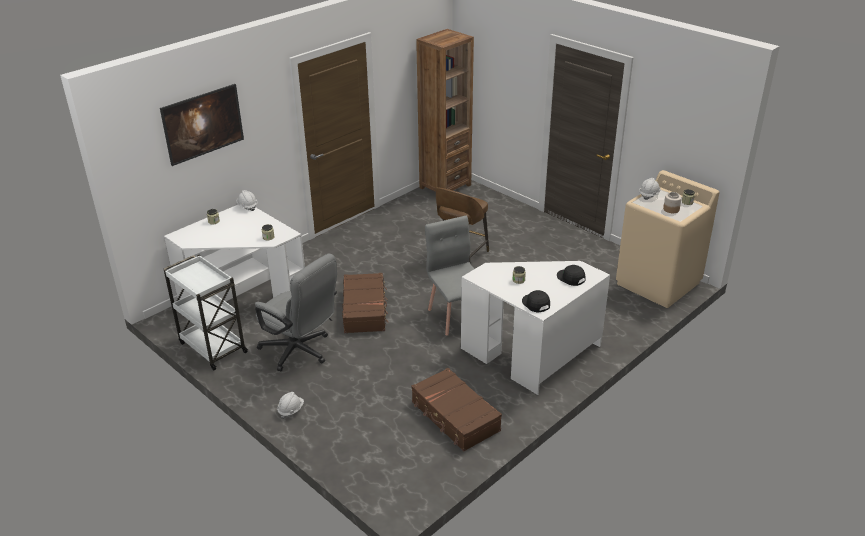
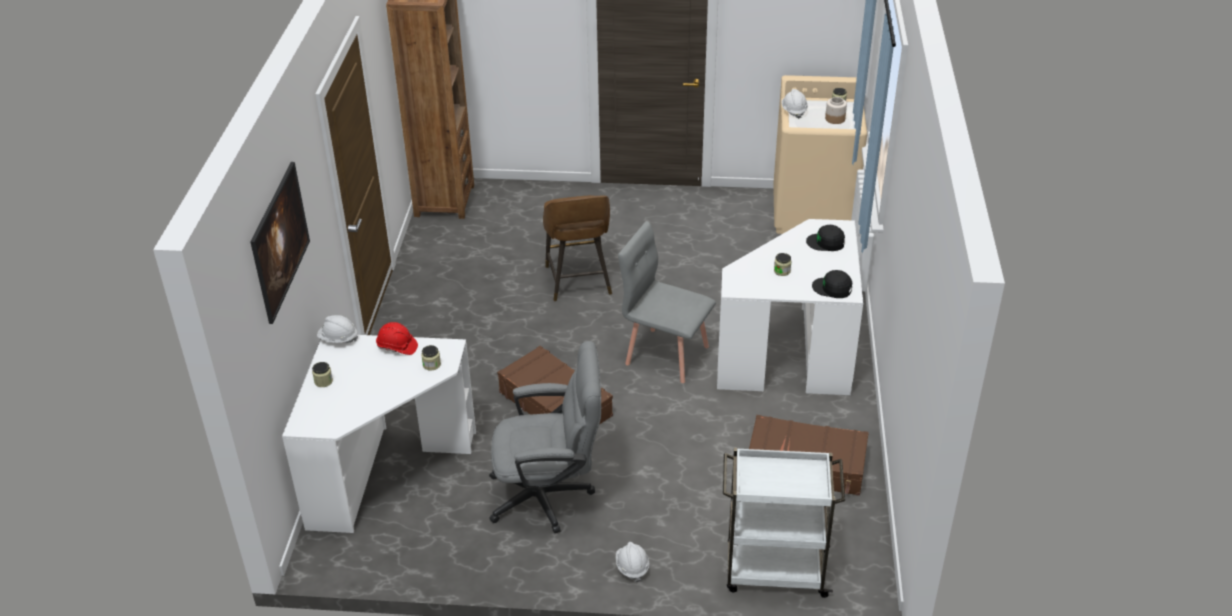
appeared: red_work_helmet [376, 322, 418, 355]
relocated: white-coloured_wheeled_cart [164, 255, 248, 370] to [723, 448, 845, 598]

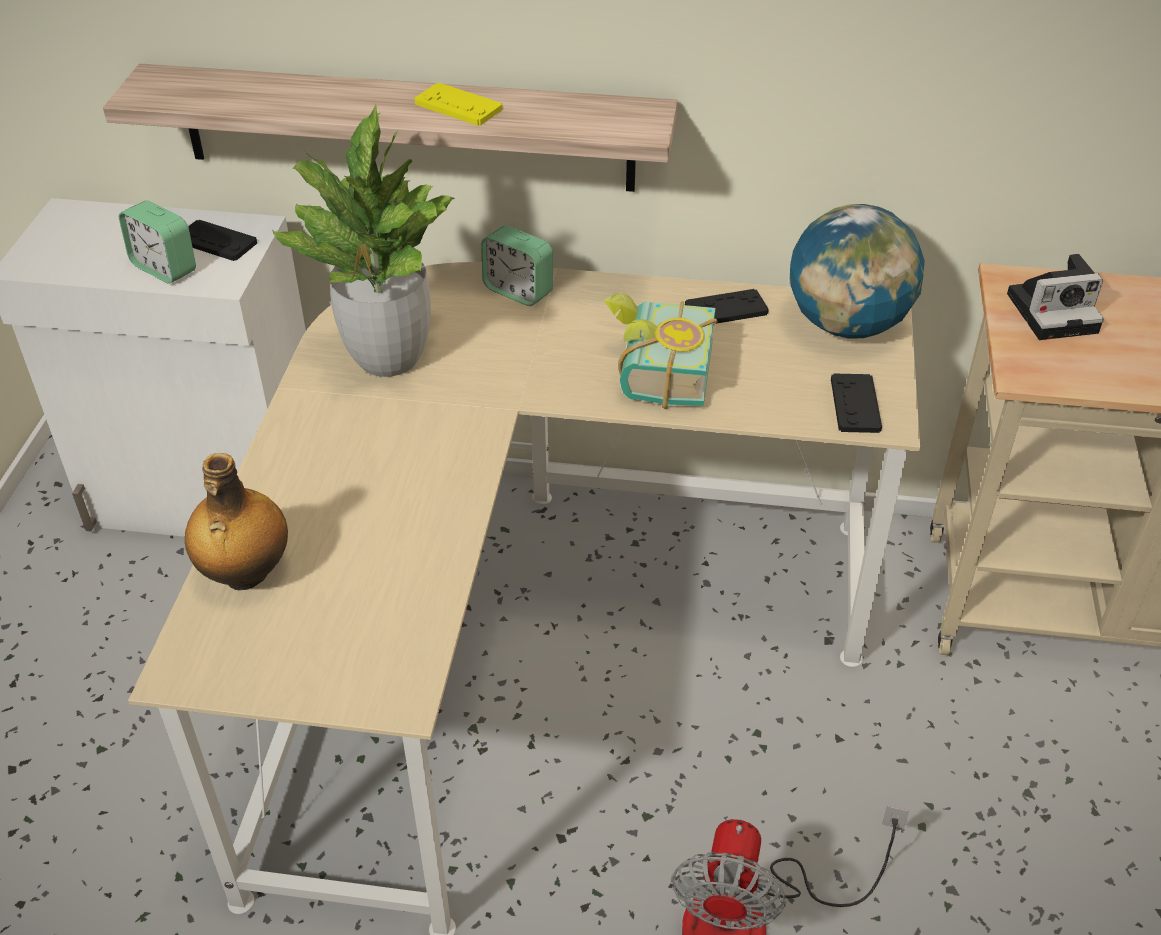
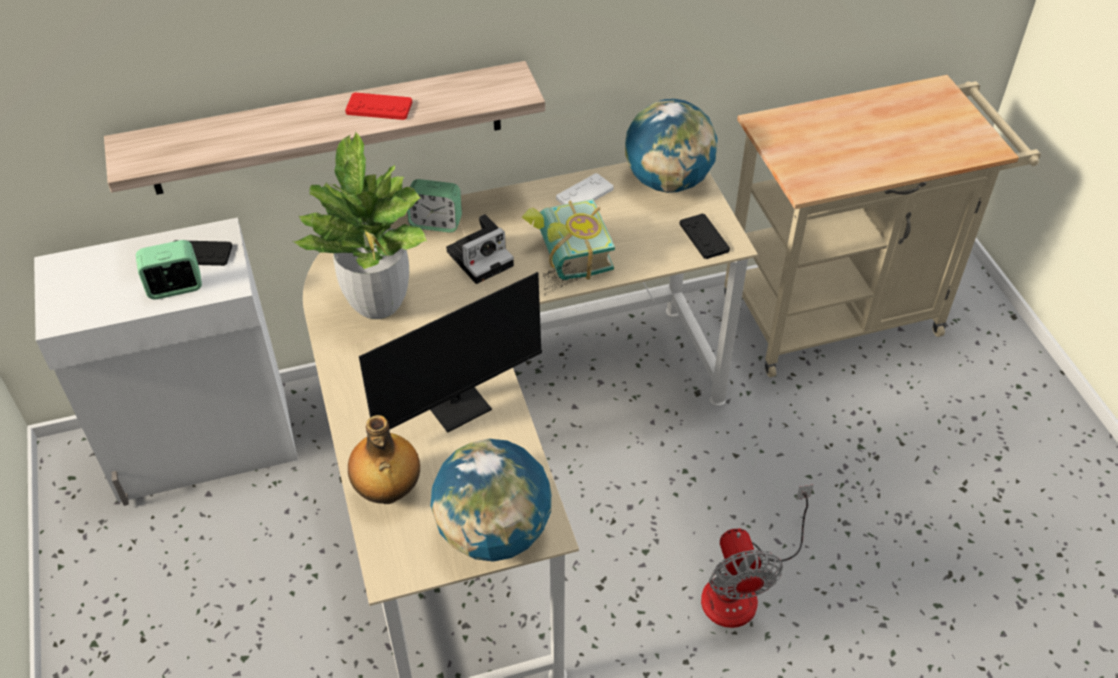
appeared: monitor [359, 262, 591, 433]; desk_globe [431, 439, 551, 562]
relocated: still_camera [1007, 254, 1104, 340] to [446, 214, 514, 284]
colour: yellowish_gamepad [414, 83, 502, 126] to red_gamepad [345, 92, 412, 120]; blackish_gamepad [685, 289, 769, 324] to white-coloured_gamepad [556, 173, 614, 205]
spun: table_clock [119, 200, 196, 284] = [136, 240, 202, 299] 150 degrees clockwise

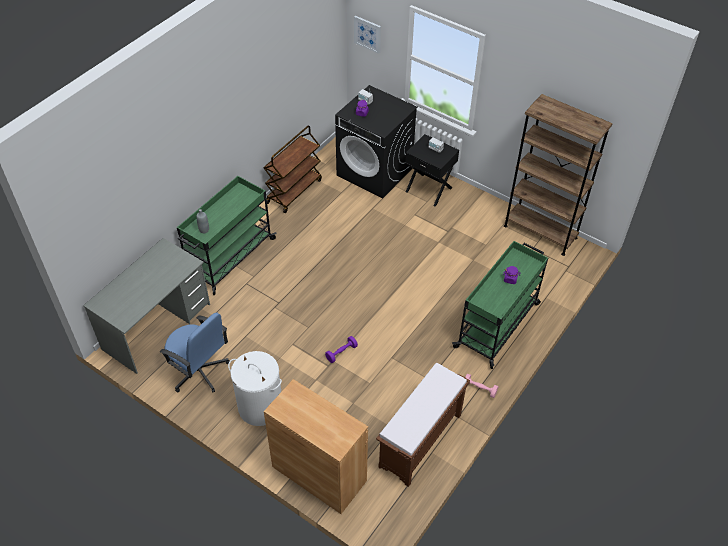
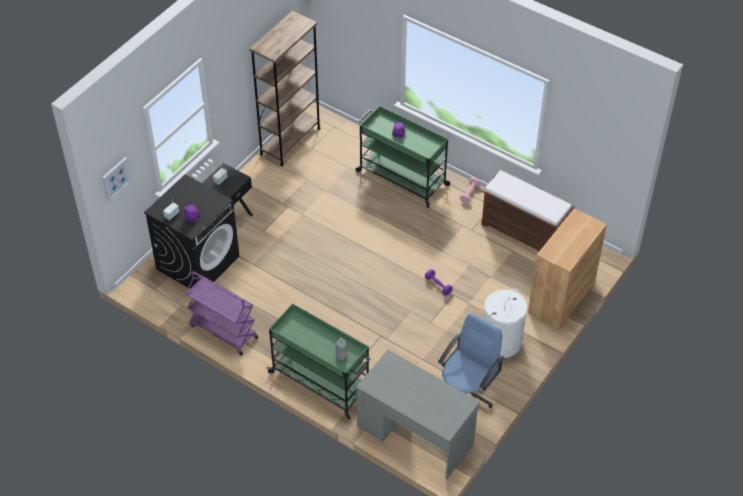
colour: brown-coloured_wheeled_cart [264, 126, 322, 213] to purplish_wheeled_cart [185, 271, 258, 355]

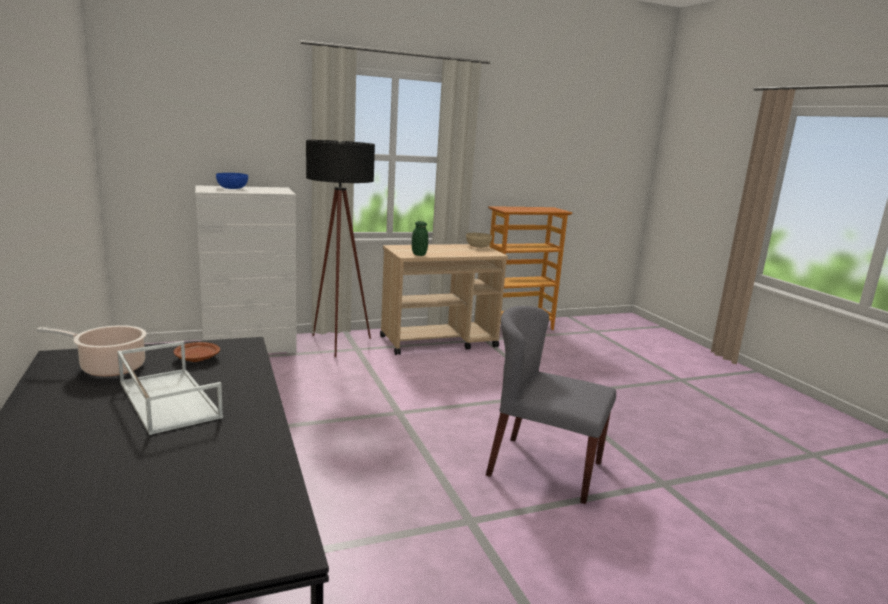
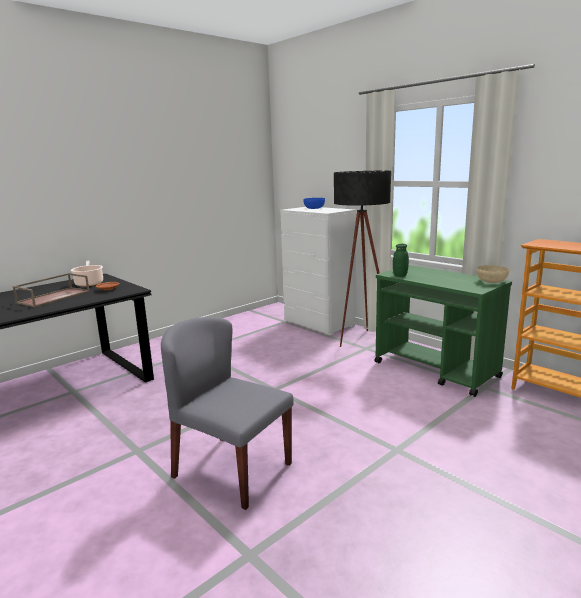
colour: beige-coloured_wheeled_cart [380, 244, 508, 355] to greenish_wheeled_cart [374, 265, 512, 397]; white-coloured_tray [117, 341, 223, 435] to brown-coloured_tray [12, 273, 90, 307]
spun: gray_upright_chair [486, 306, 616, 504] = [161, 317, 294, 510] 60 degrees counterclockwise

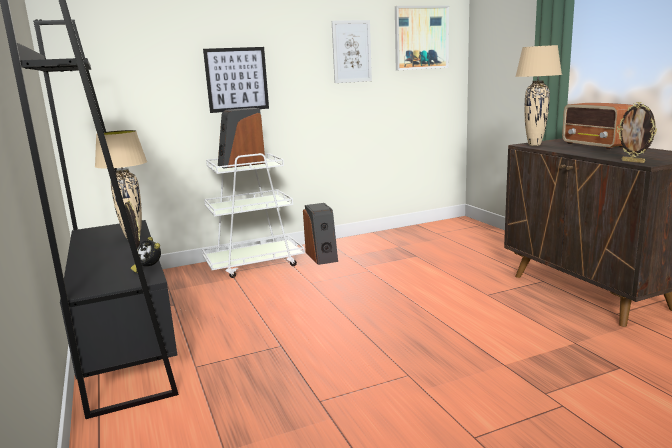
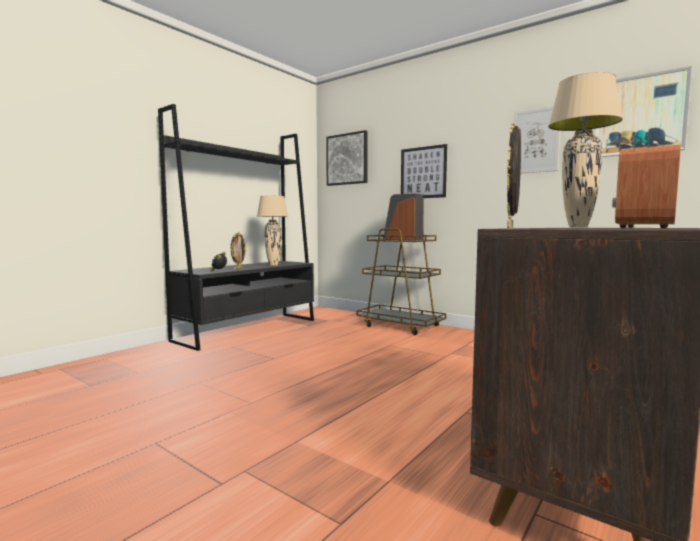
missing: speaker [303, 203, 338, 265]
appeared: wall_picture [326, 130, 368, 186]
colour: white-coloured_wheeled_cart [202, 153, 305, 278] to brown-coloured_wheeled_cart [357, 228, 446, 335]

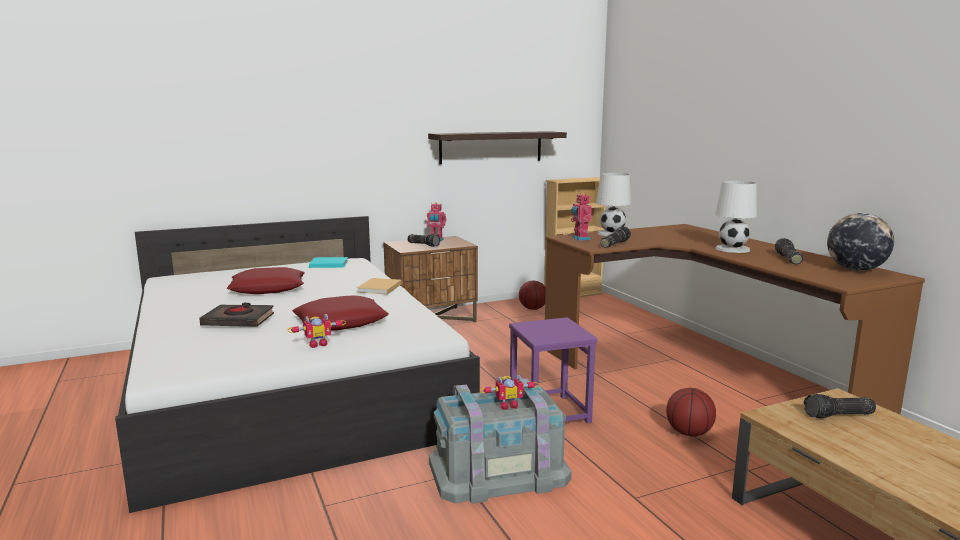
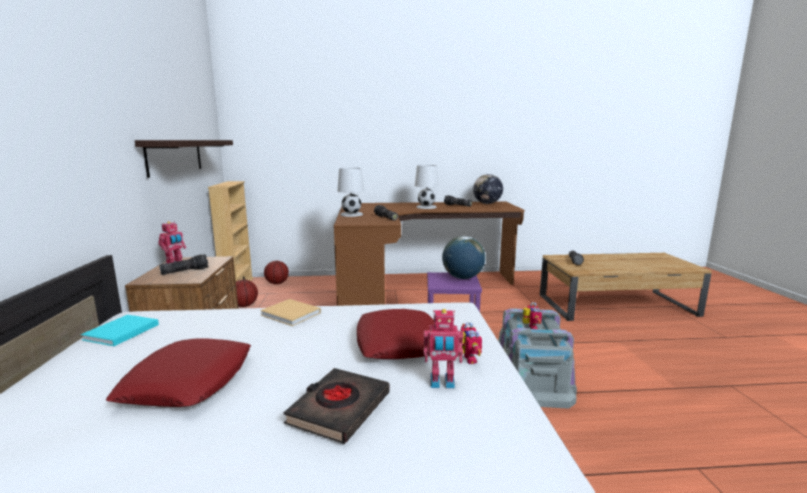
appeared: desk_globe [442, 236, 485, 279]
relocated: robot_figure [571, 193, 592, 241] to [423, 309, 464, 388]; ball_for_basketball [666, 388, 716, 437] to [264, 261, 289, 284]

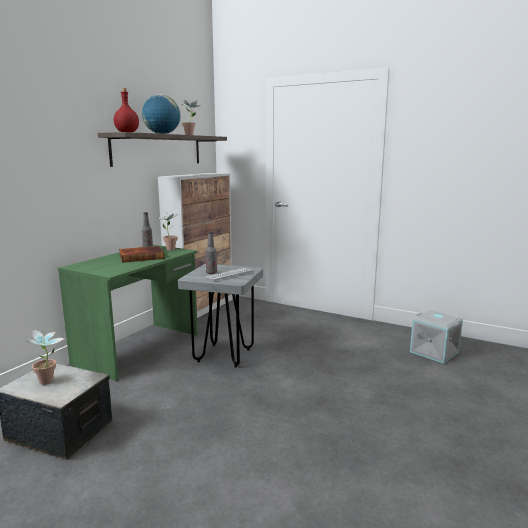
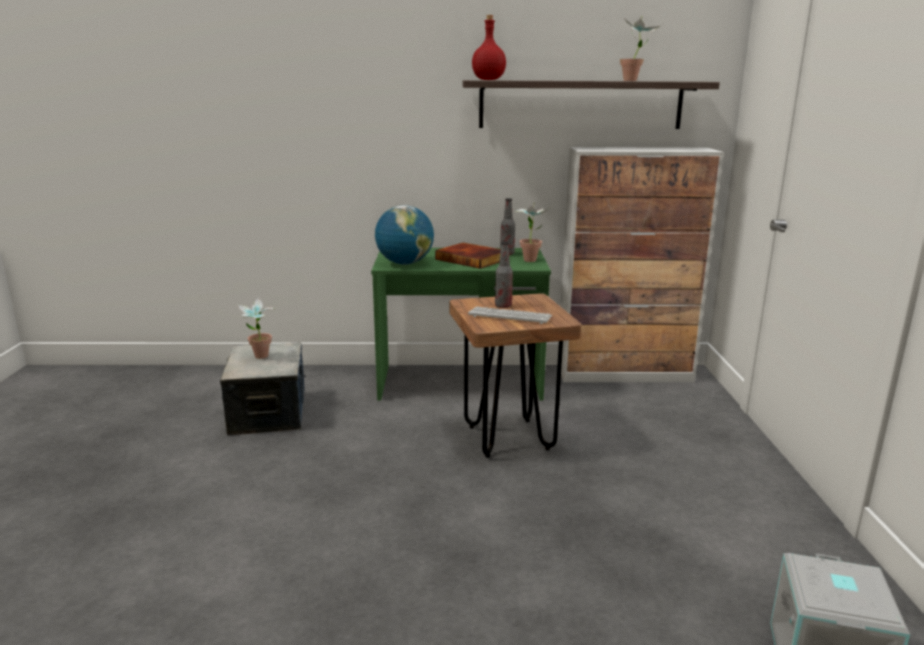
relocated: desk_globe [142, 94, 180, 134] to [375, 205, 434, 265]
colour: gray_sitting_stool [178, 264, 263, 368] to brown-coloured_sitting_stool [450, 293, 581, 458]

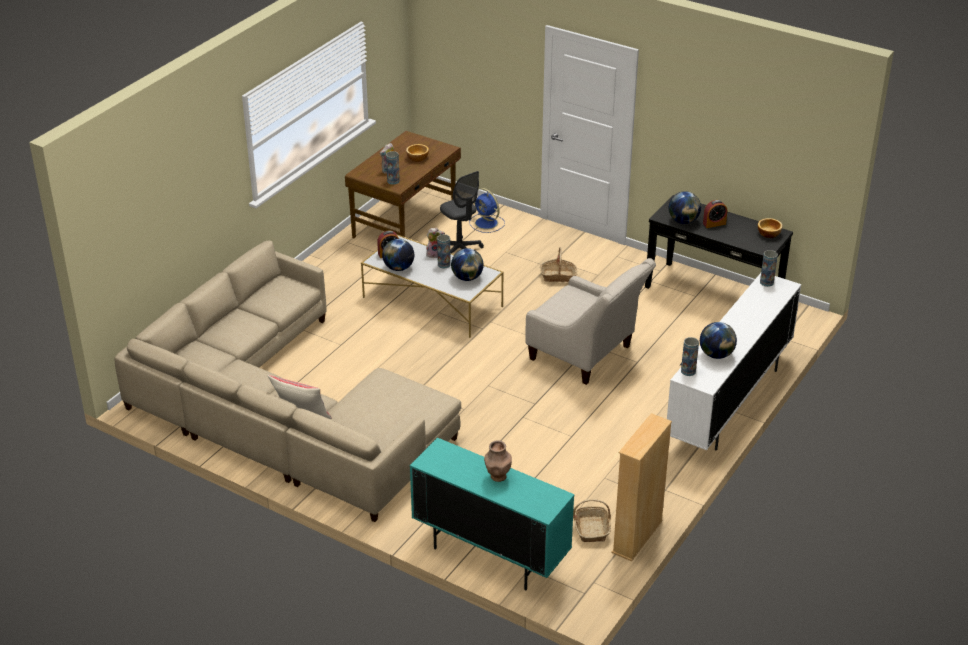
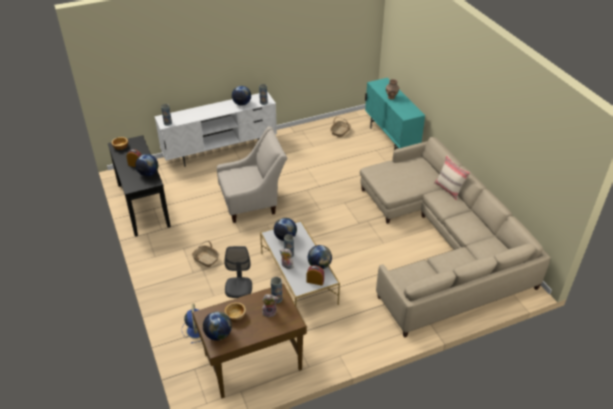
missing: beige-coloured_bookshelf [611, 413, 672, 561]
appeared: desk_globe [203, 311, 232, 341]
spun: beige-coloured_lounge_chair [525, 258, 656, 385] = [217, 126, 287, 223] 90 degrees clockwise

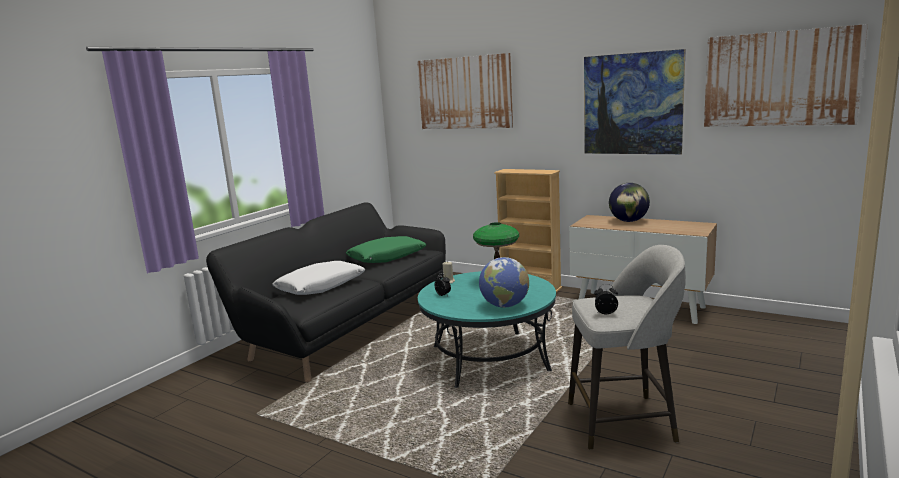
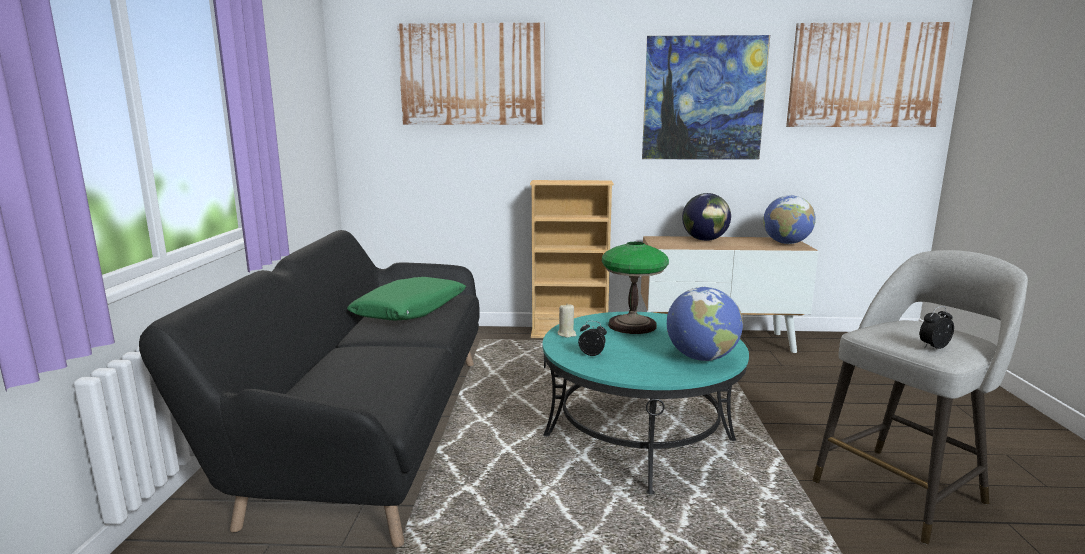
missing: white-coloured_pillow [272, 261, 366, 295]
appeared: desk_globe [763, 195, 816, 244]

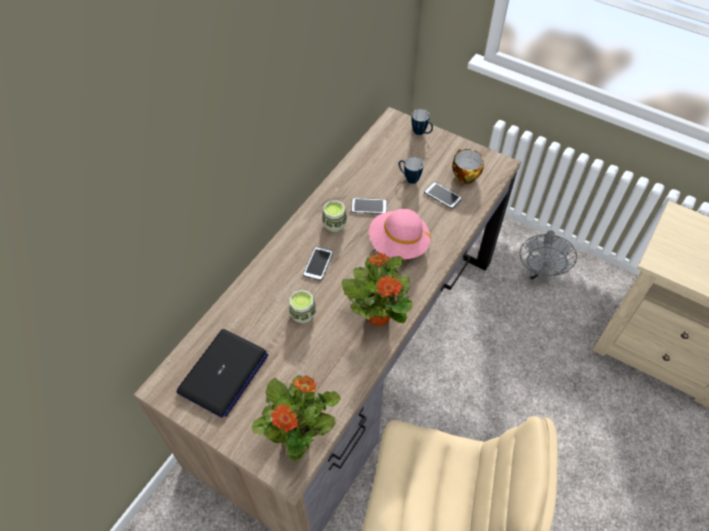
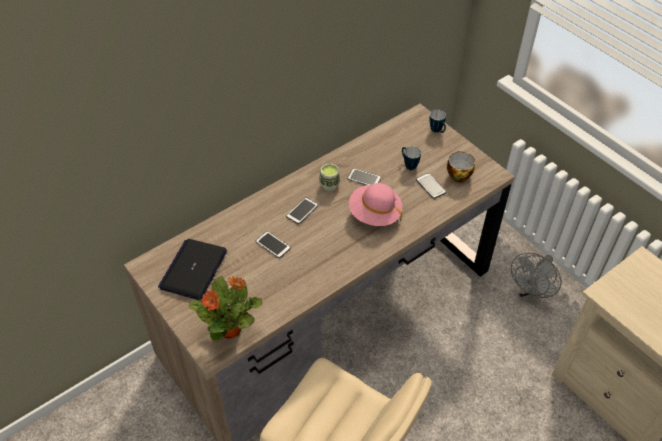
missing: plant_in_a_pot [342, 253, 413, 326]
exchanged: small_cup [289, 290, 316, 324] to handset [256, 231, 291, 258]
spun: notebook_computer [176, 329, 268, 418] = [158, 239, 227, 300] 150 degrees clockwise

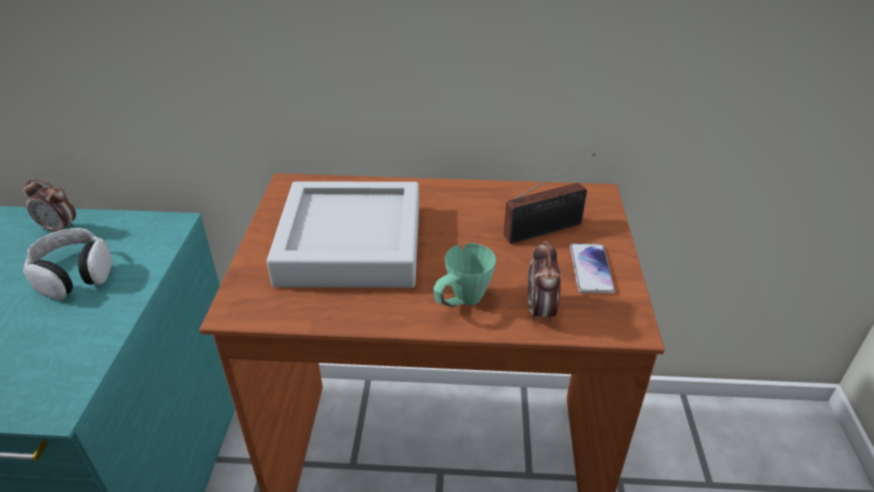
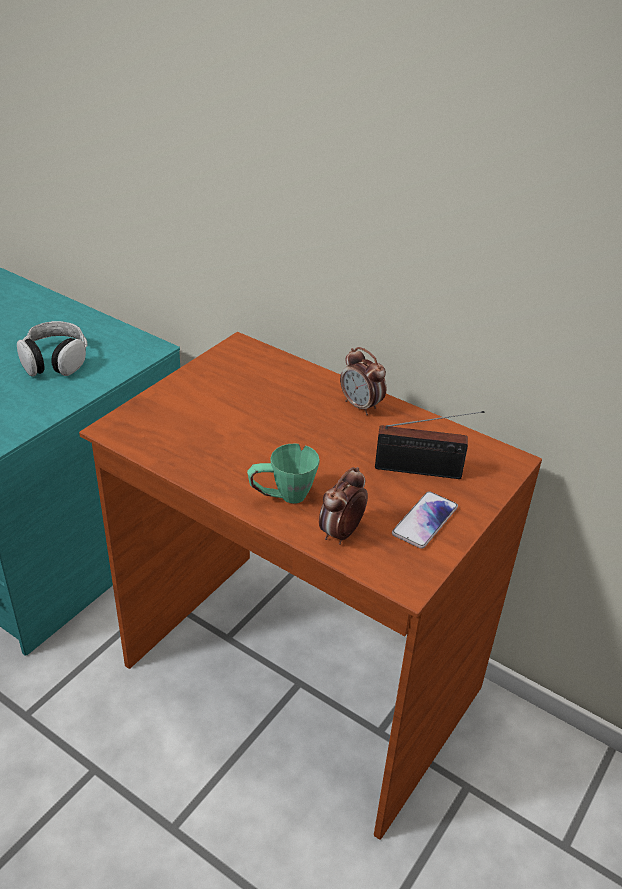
missing: gray_tray [267, 181, 419, 288]
relocated: table_clock [23, 179, 76, 231] to [340, 347, 387, 415]

